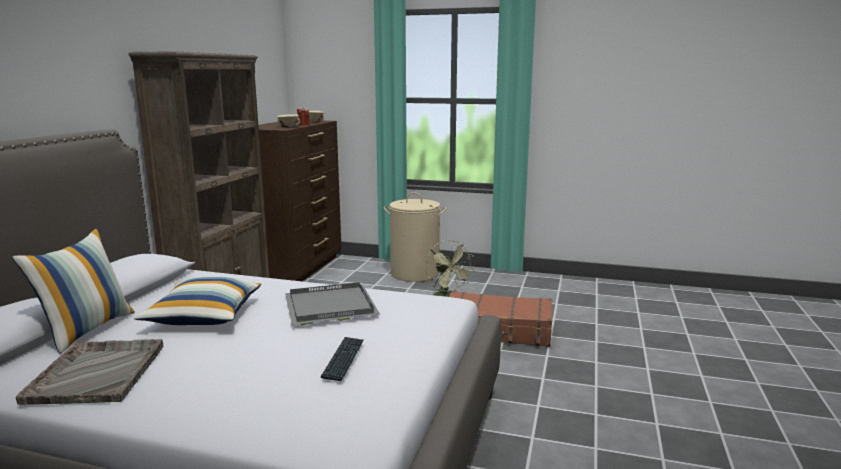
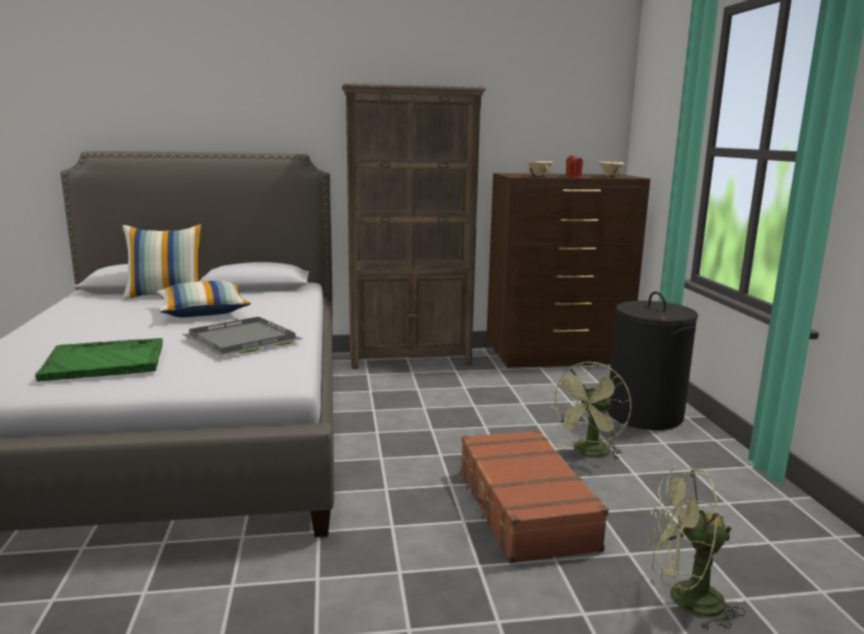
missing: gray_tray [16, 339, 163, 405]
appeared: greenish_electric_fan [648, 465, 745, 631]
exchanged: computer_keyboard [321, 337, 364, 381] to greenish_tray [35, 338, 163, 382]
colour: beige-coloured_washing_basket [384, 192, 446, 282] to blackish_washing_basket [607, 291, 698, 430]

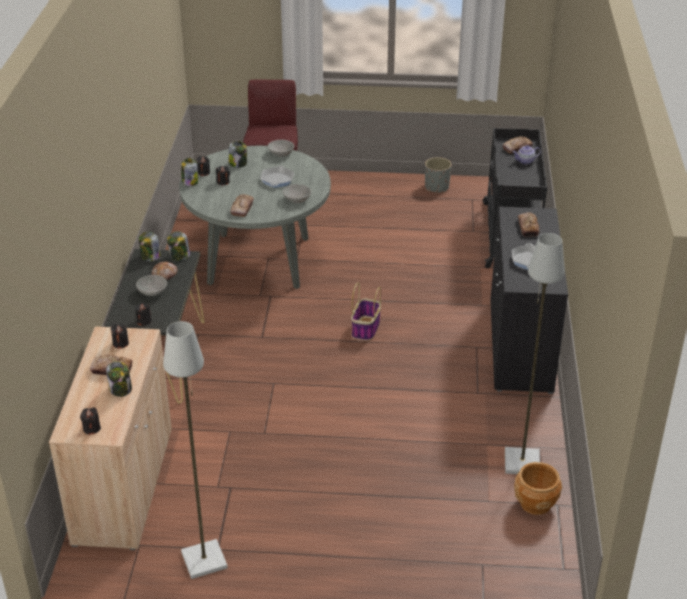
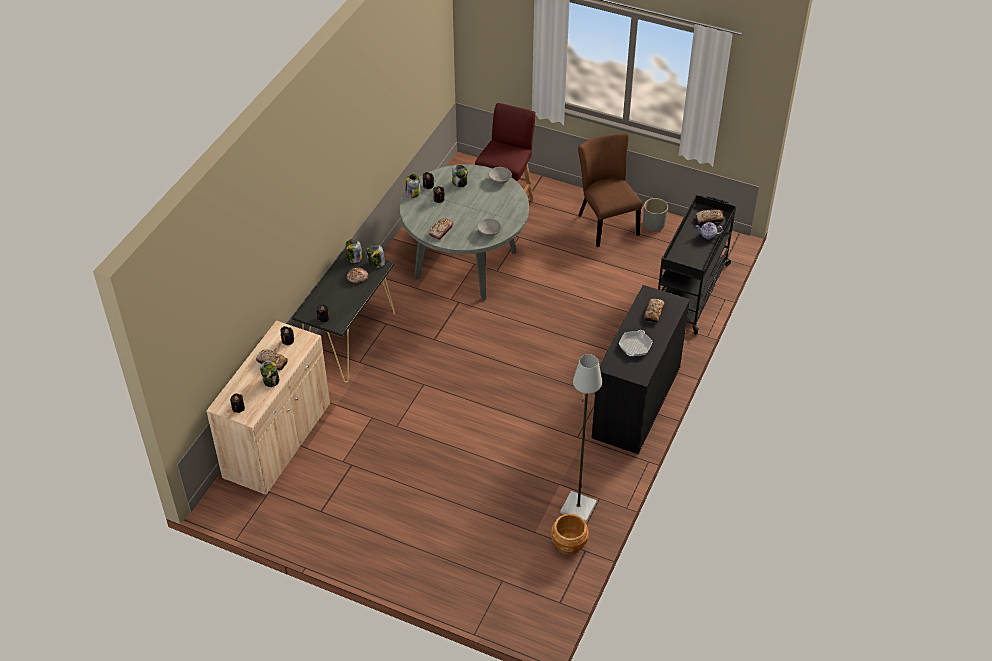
missing: skillet [260, 166, 294, 188]; gray_bowl [136, 275, 167, 296]; basket [351, 283, 381, 341]; gray_standard_lamp [163, 321, 228, 579]
appeared: brown-coloured_upright_chair [578, 133, 643, 247]

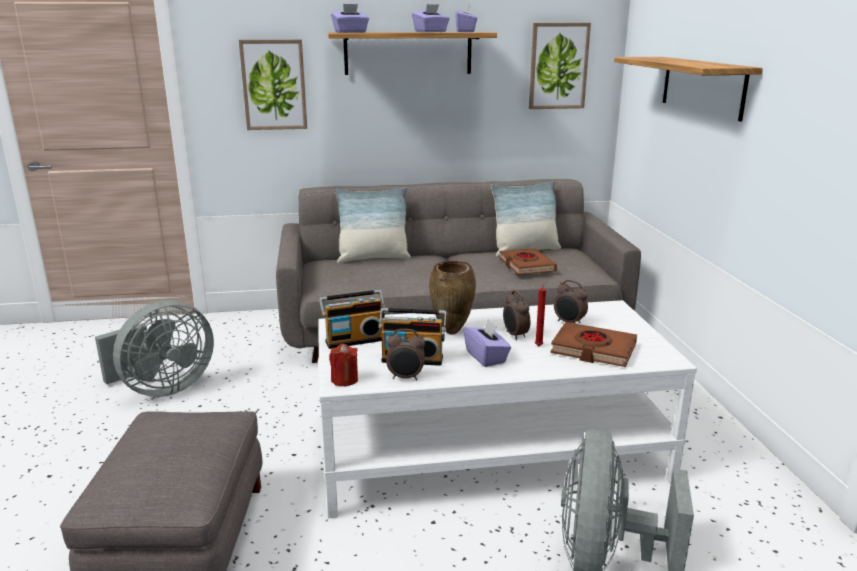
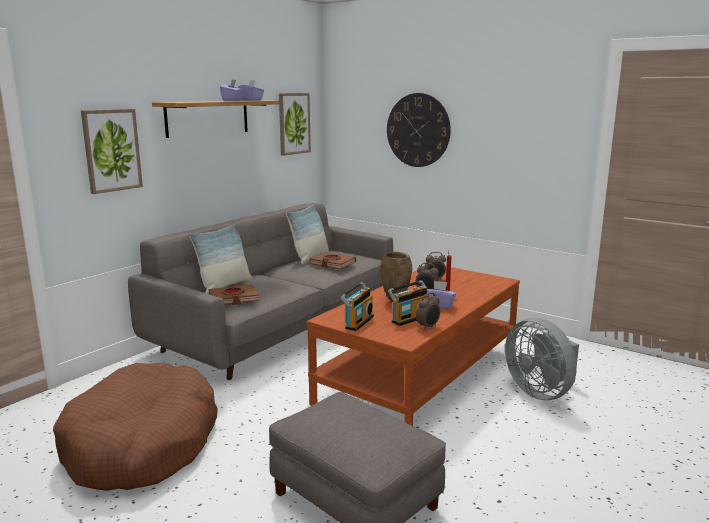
missing: purplish_tissue_box [331, 4, 369, 33]; red_wax_light [329, 344, 358, 386]
relocated: brown-coloured_bound_book [551, 322, 637, 367] to [209, 284, 259, 305]
exchanged: shelf [614, 57, 763, 122] to clock_on_the_wall [387, 93, 451, 167]; gray_electric_fan [95, 300, 214, 397] to brown-coloured_dog_bed [53, 363, 218, 491]
colour: white-coloured_lounge_table [318, 300, 697, 518] to brown-coloured_lounge_table [307, 266, 520, 426]

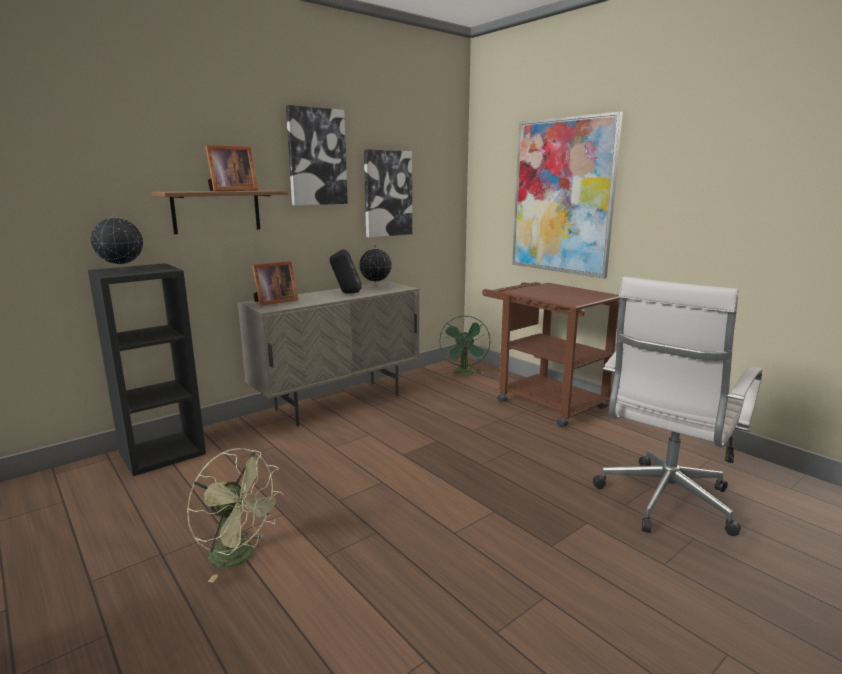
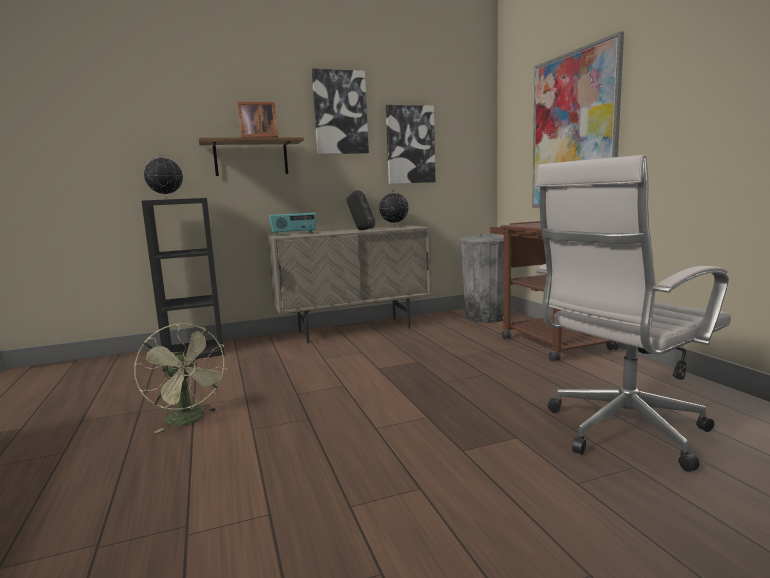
exchanged: picture_frame [252, 261, 298, 306] to radio_receiver [269, 213, 316, 236]; greenish_electric_fan [439, 315, 490, 375] to gray_trash_can [459, 234, 504, 323]

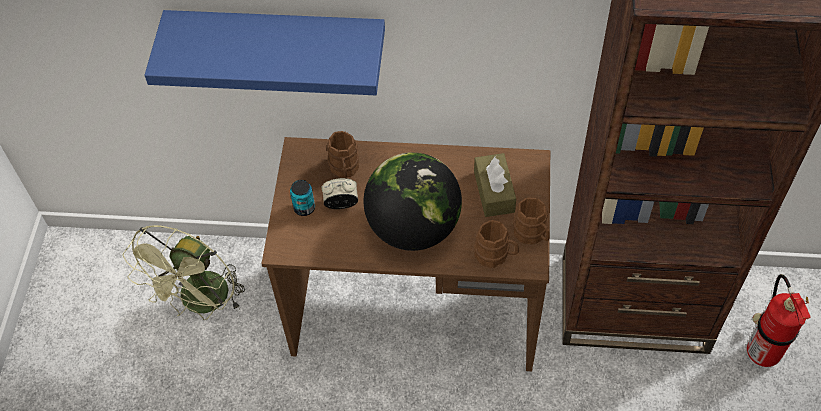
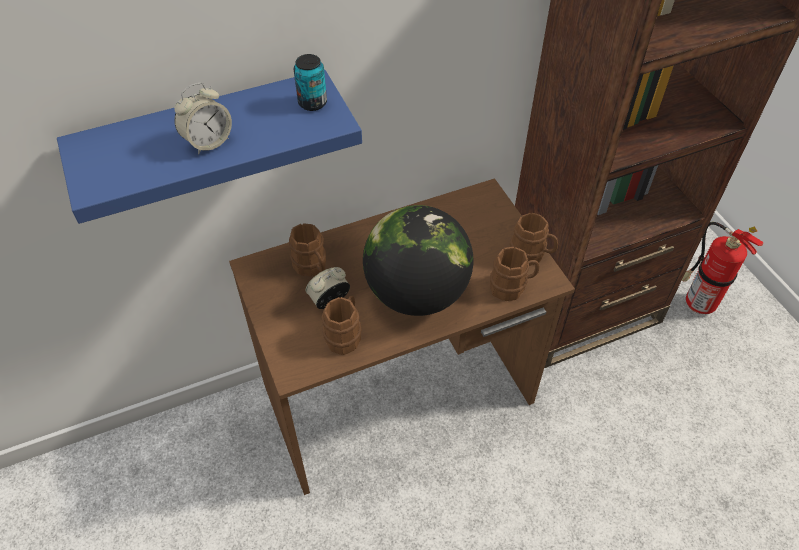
missing: brown-coloured_tissue_box [474, 153, 516, 217]; greenish_electric_fan [123, 225, 245, 320]
appeared: table_clock [174, 83, 232, 155]; brown-coloured_coffee_mug [321, 296, 362, 355]
relocated: can [290, 180, 315, 216] to [294, 54, 327, 111]

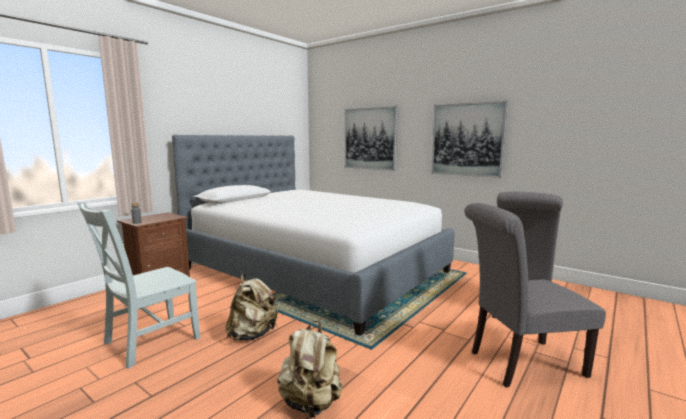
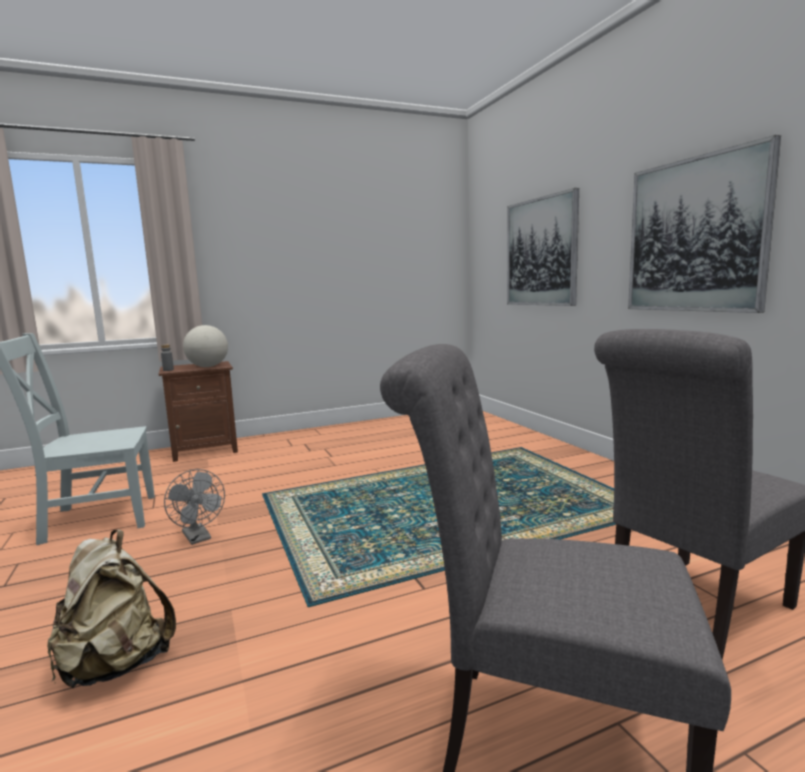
missing: bedroom_bed [172, 135, 454, 336]
appeared: desk_globe [183, 325, 228, 367]
exchanged: beige-coloured_backpack [225, 274, 278, 341] to gray_electric_fan [164, 469, 225, 545]

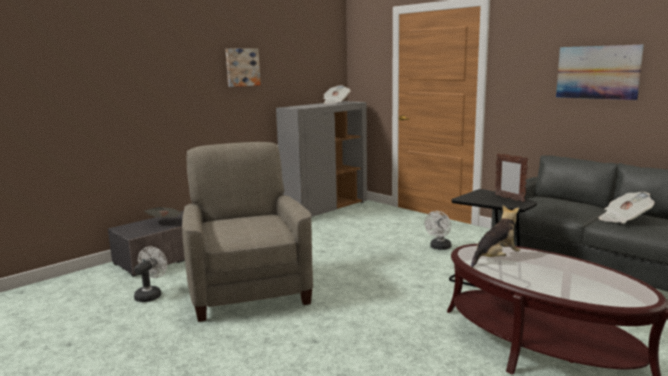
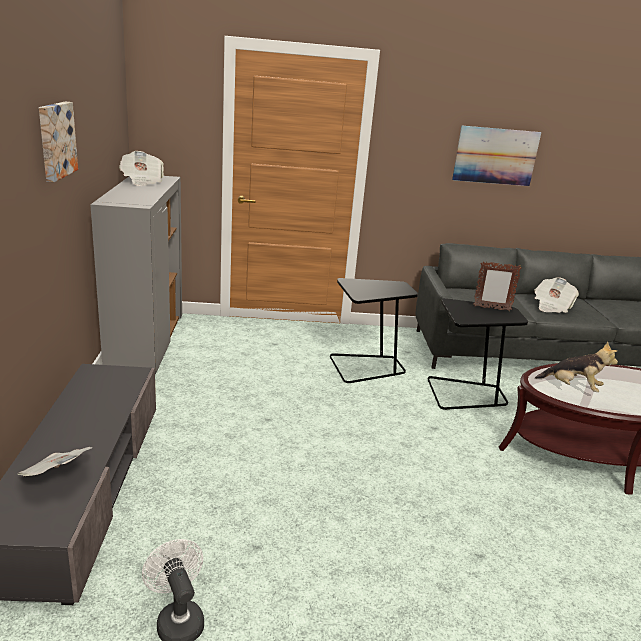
missing: beige-coloured_lounge_chair [182, 142, 313, 322]
exchanged: white-coloured_electric_fan [424, 211, 451, 250] to blackish_accent_table [330, 278, 418, 383]
spun: soft_toy [471, 205, 520, 268] = [535, 342, 618, 392] 105 degrees clockwise

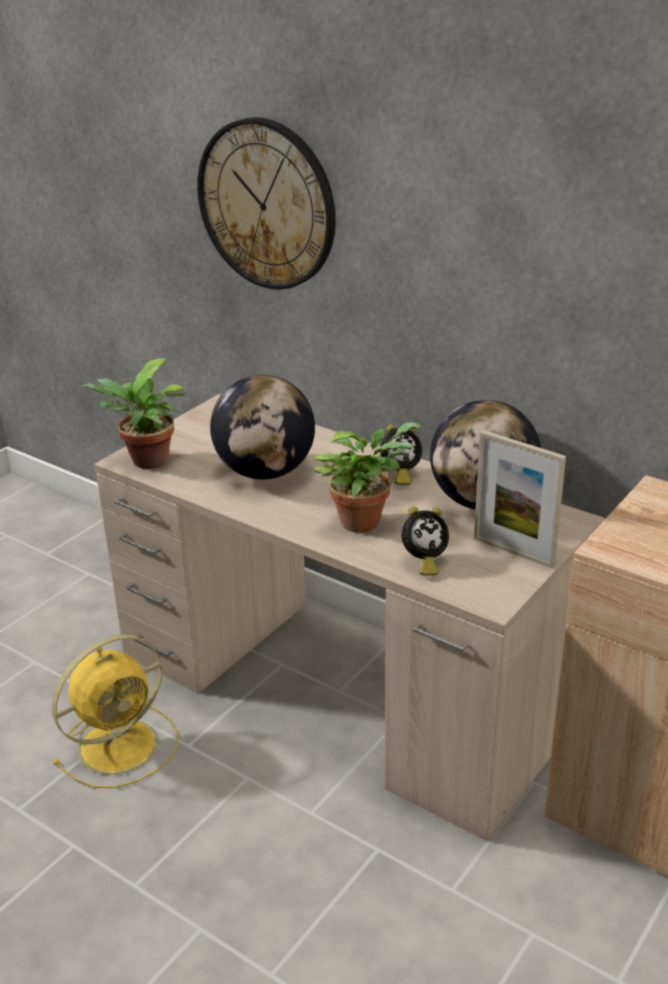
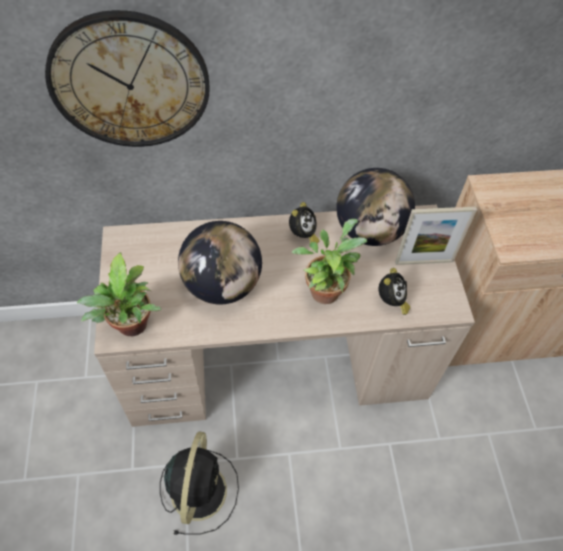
colour: yellowish_electric_fan [52, 634, 178, 788] to blackish_electric_fan [160, 431, 239, 535]

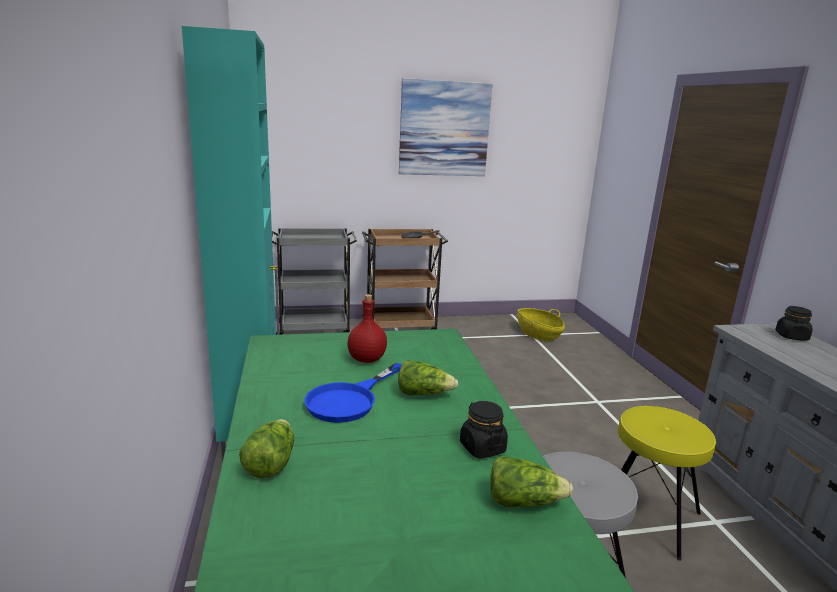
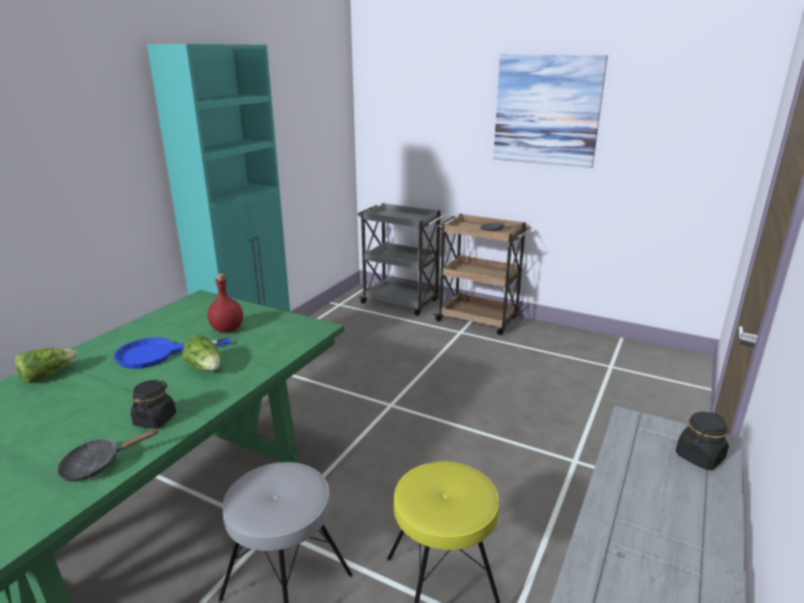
missing: basket [517, 308, 565, 341]
exchanged: head_of_lettuce [490, 456, 573, 508] to blackish_skillet [57, 428, 159, 482]

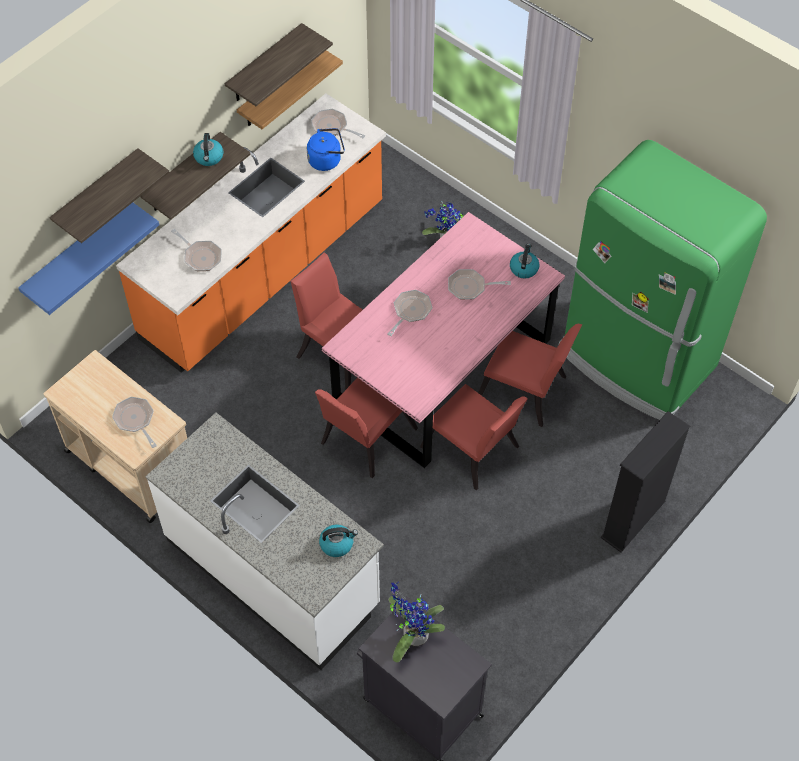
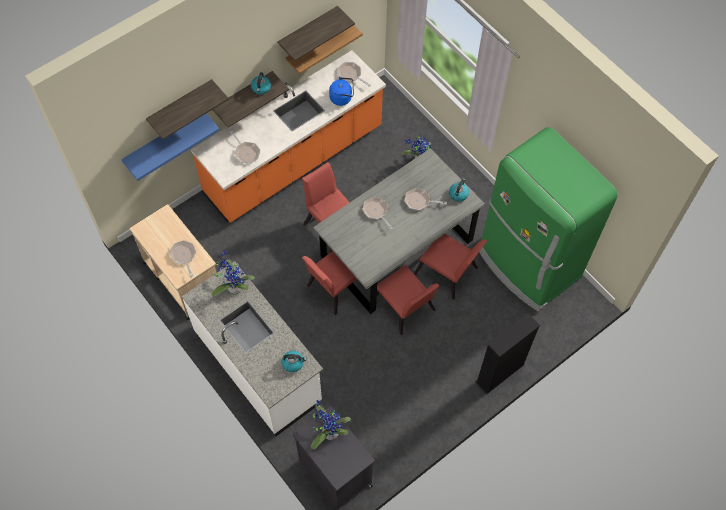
appeared: plant_in_a_pot [212, 251, 255, 297]
colour: pink-coloured_dinner_table [322, 212, 565, 468] to gray_dinner_table [313, 148, 485, 314]
spun: skillet [388, 290, 432, 336] = [362, 197, 393, 230] 75 degrees counterclockwise

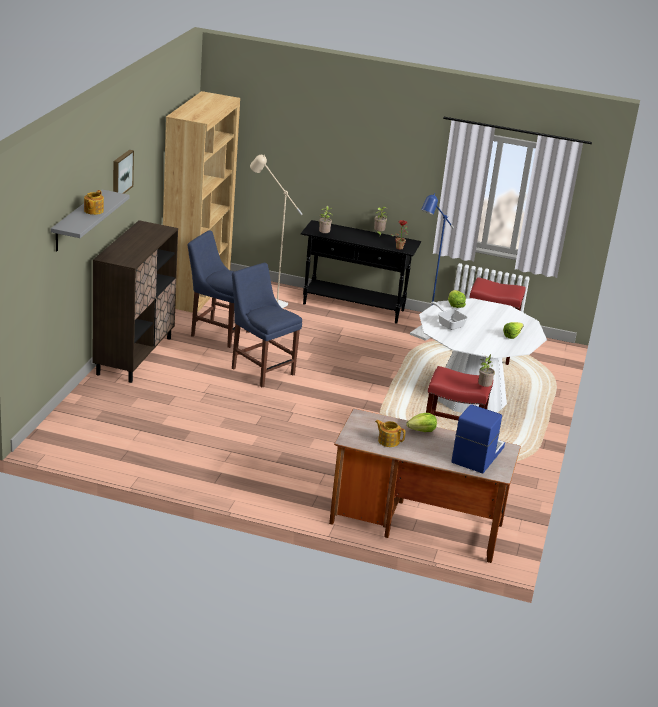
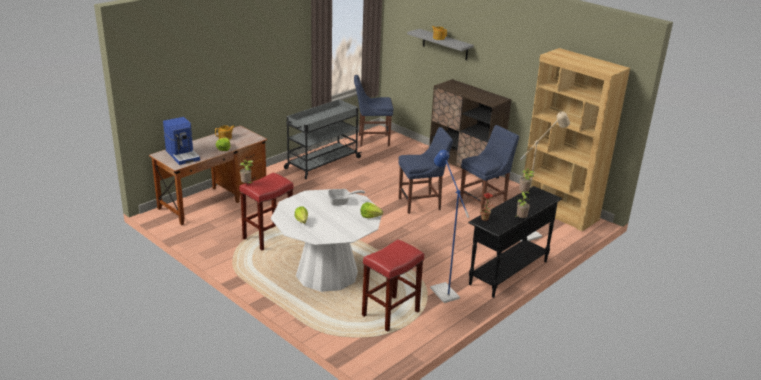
missing: wall_picture [113, 150, 134, 194]
appeared: bluish_upright_chair [354, 75, 394, 146]; gray_wheeled_cart [284, 99, 362, 179]

